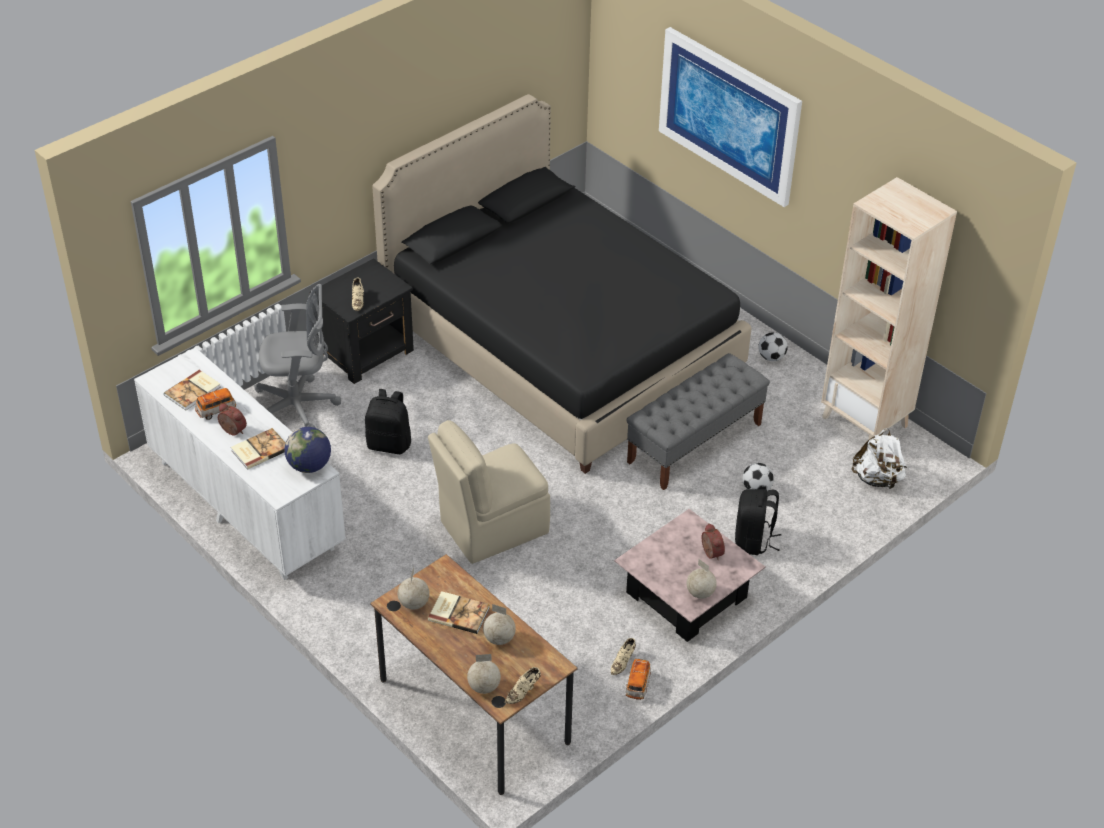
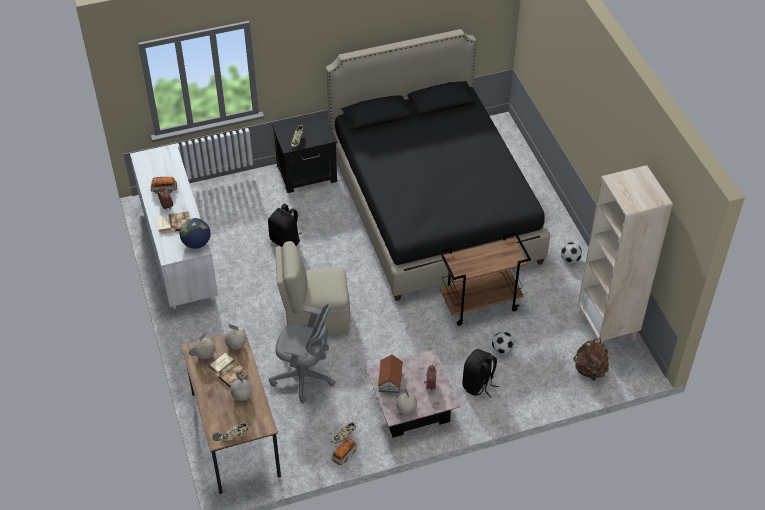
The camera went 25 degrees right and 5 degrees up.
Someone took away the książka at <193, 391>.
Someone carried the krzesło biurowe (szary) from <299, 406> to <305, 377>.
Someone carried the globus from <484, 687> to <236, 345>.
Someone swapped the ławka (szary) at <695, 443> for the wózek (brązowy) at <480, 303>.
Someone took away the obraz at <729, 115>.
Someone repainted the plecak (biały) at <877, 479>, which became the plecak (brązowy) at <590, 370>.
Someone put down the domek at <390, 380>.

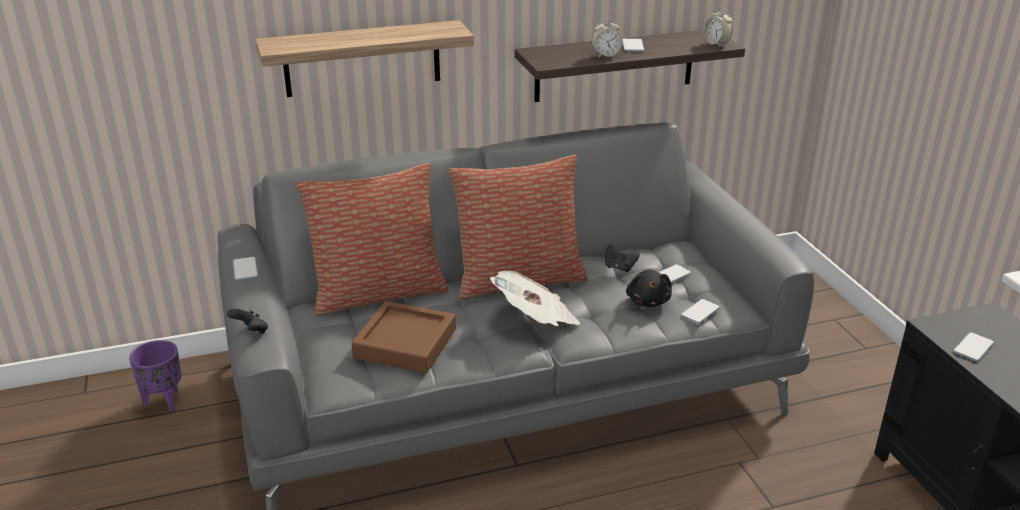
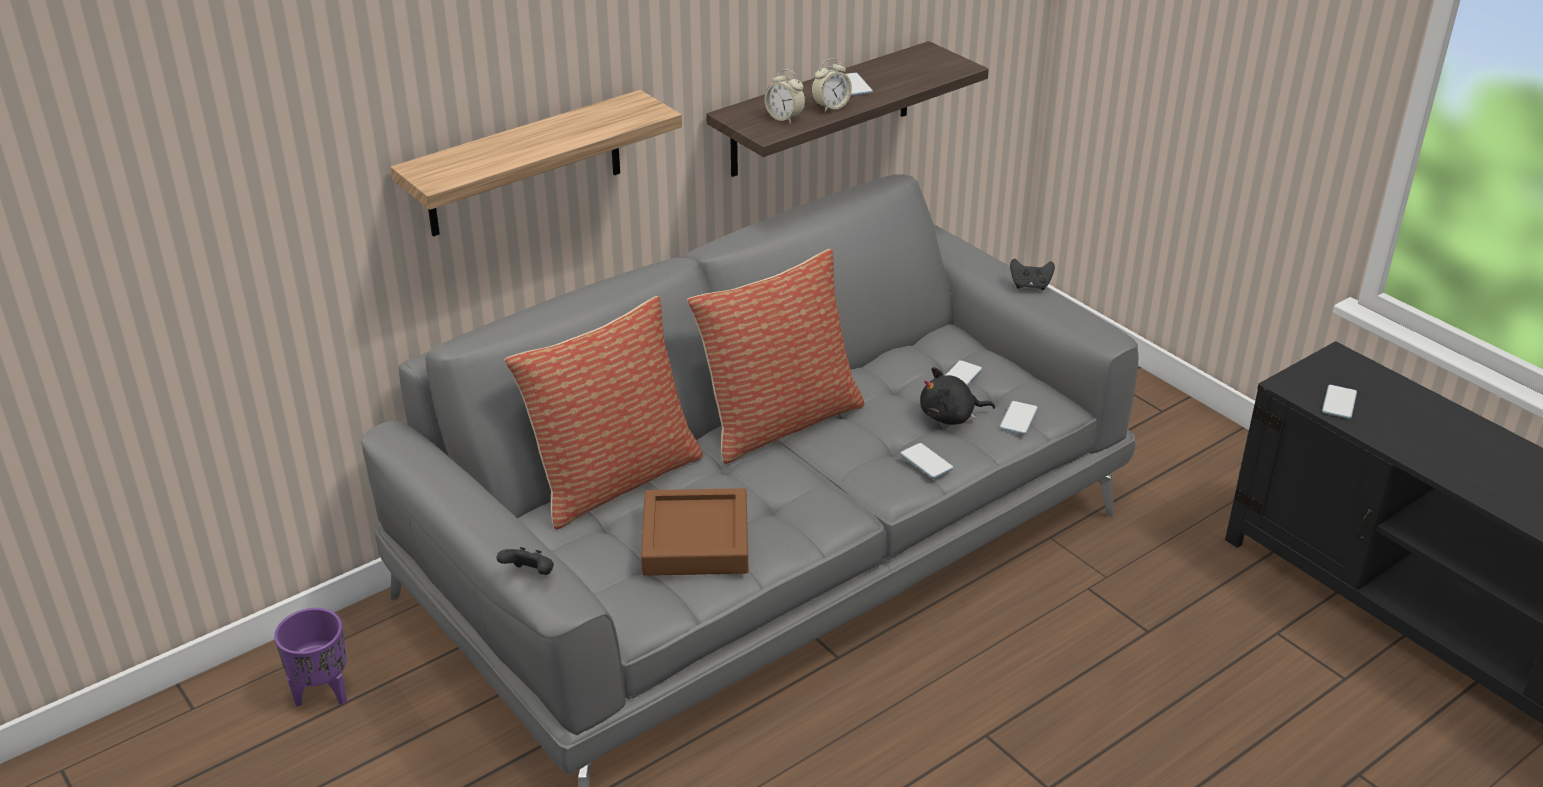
The camera went 20 degrees left and 5 degrees up.
Someone carried the telefon from <245, 269> to <926, 462>.
Someone took away the gazeta at <535, 319>.
Someone carried the pad do gier (czarny) from <619, 268> to <1030, 286>.
Someone rotated the pluszak (czarny) at <648, 301> by 105 degrees clockwise.
Someone carried the budzik from <716, 44> to <785, 118>.

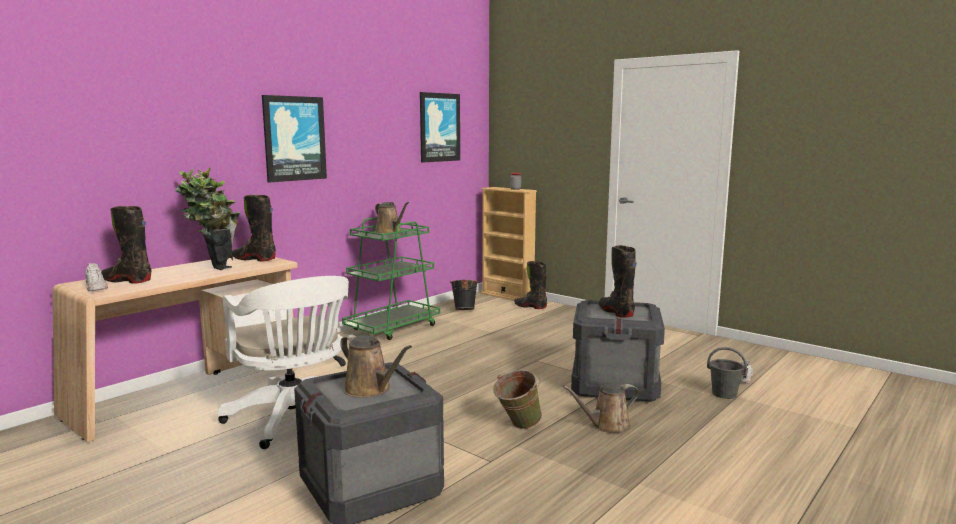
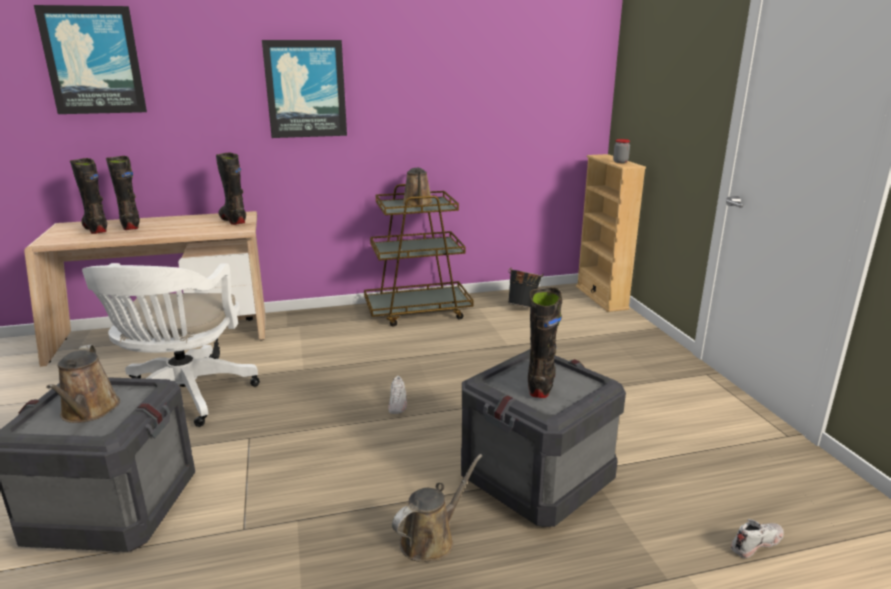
The camera went 35 degrees right and 10 degrees up.
Someone carried the but (biały) from <96, 288> to <398, 404>.
Someone took away the roślina doniczkowa at <214, 266>.
Someone repainted the wózek (zielony) at <393, 328>, which became the wózek (brązowy) at <418, 311>.
Someone carried the obraz from <439, 127> to <93, 60>.
Someone took away the wiadro (zielony) at <517, 426>.
Someone carried the but z cholewką (czarny) from <530, 306> to <131, 225>.
Someone rotated the konewka (brązowy) at <607, 425> by 120 degrees clockwise.
Someone took away the wiadro (szary) at <724, 394>.

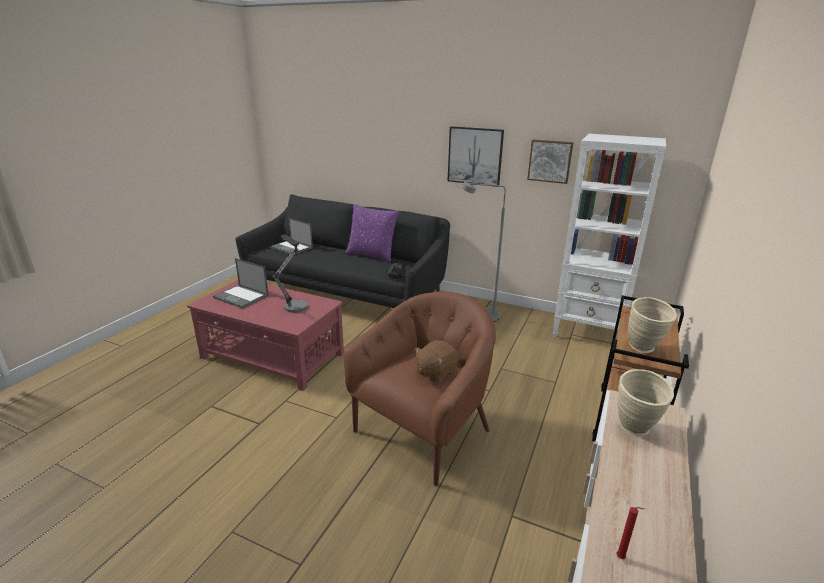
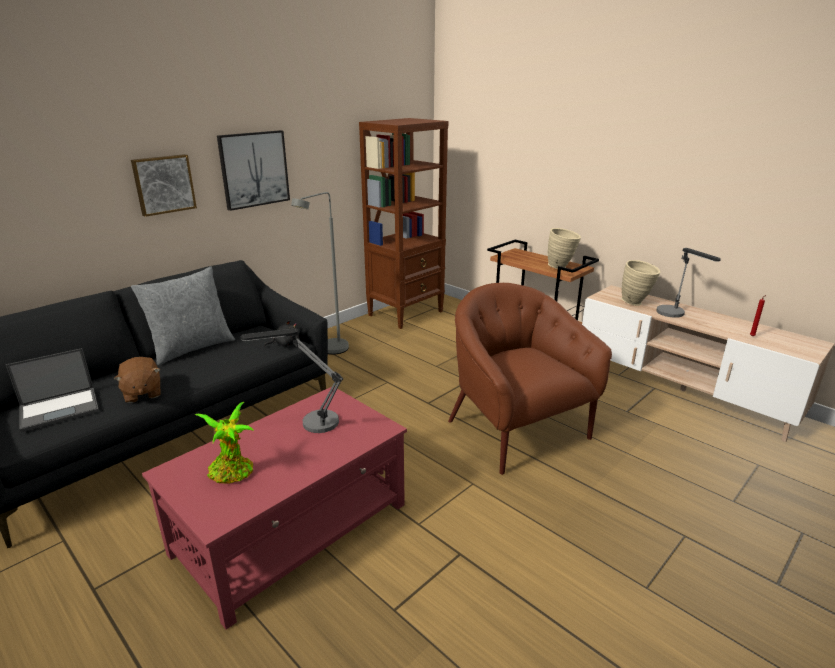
The camera went 70 degrees left and 0 degrees up.
Someone swapped the laptop at <241, 297> for the roślina doniczkowa at <233, 473>.
Someone repainted the poduszka (fioletowy) at <372, 255>, which became the poduszka (szary) at <192, 348>.
Someone carried the pluszak (brązowy) from <435, 372> to <142, 393>.
Someone carried the obraz from <550, 161> to <163, 184>.
Someone repainted the regał (biały) at <588, 333>, which became the regał (brązowy) at <406, 313>.
Someone put down the lampa stołowa at <675, 315>.

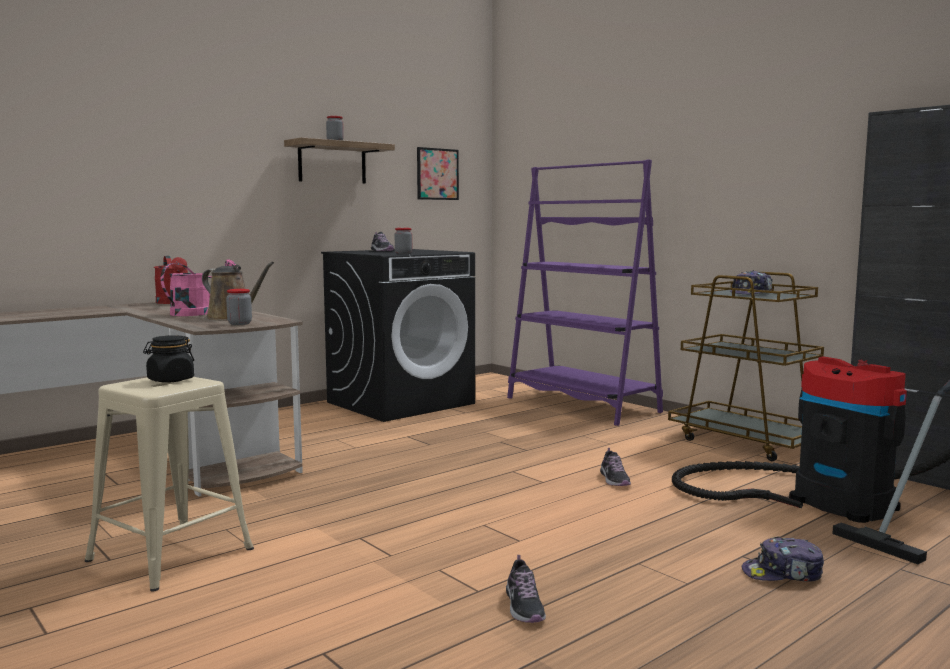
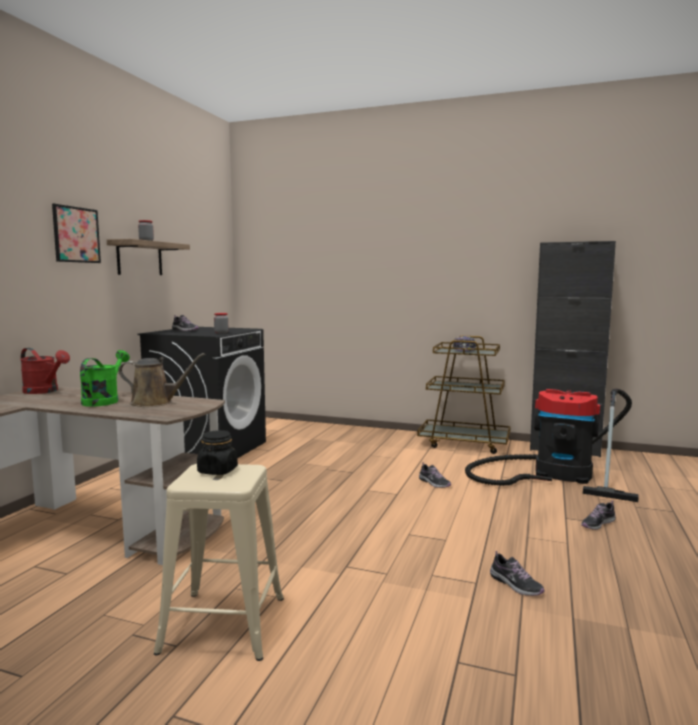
The camera went 30 degrees left and 0 degrees up.
Someone repainted the konewka (różowy) at <197, 313>, which became the konewka (zielony) at <104, 400>.
Someone took away the słoik at <239, 323>.
Someone carried the obraz from <437, 174> to <76, 234>.
Someone took away the regał (fioletowy) at <582, 405>.
Someone swapped the czapka z daszkiem at <783, 574> for the but at <597, 524>.

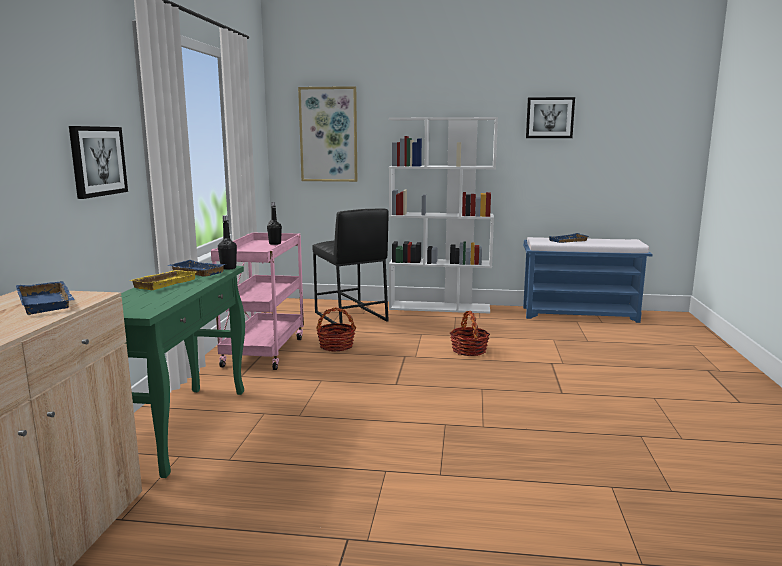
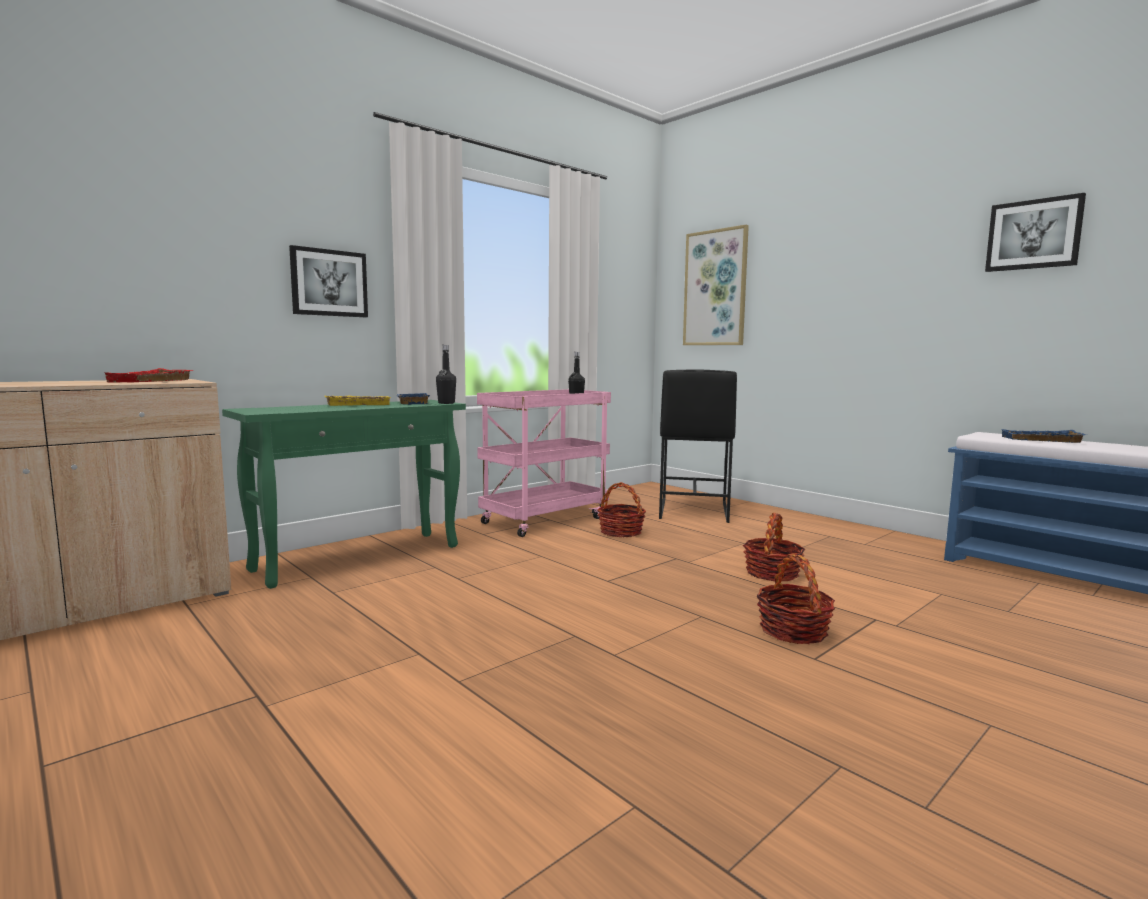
The camera went 40 degrees right and 5 degrees down.
Someone repainted the taca (niebieski) at <48, 303>, which became the taca (czerwony) at <152, 381>.
Someone took away the regał (biały) at <440, 307>.
Someone put down the koszyk at <793, 631>.

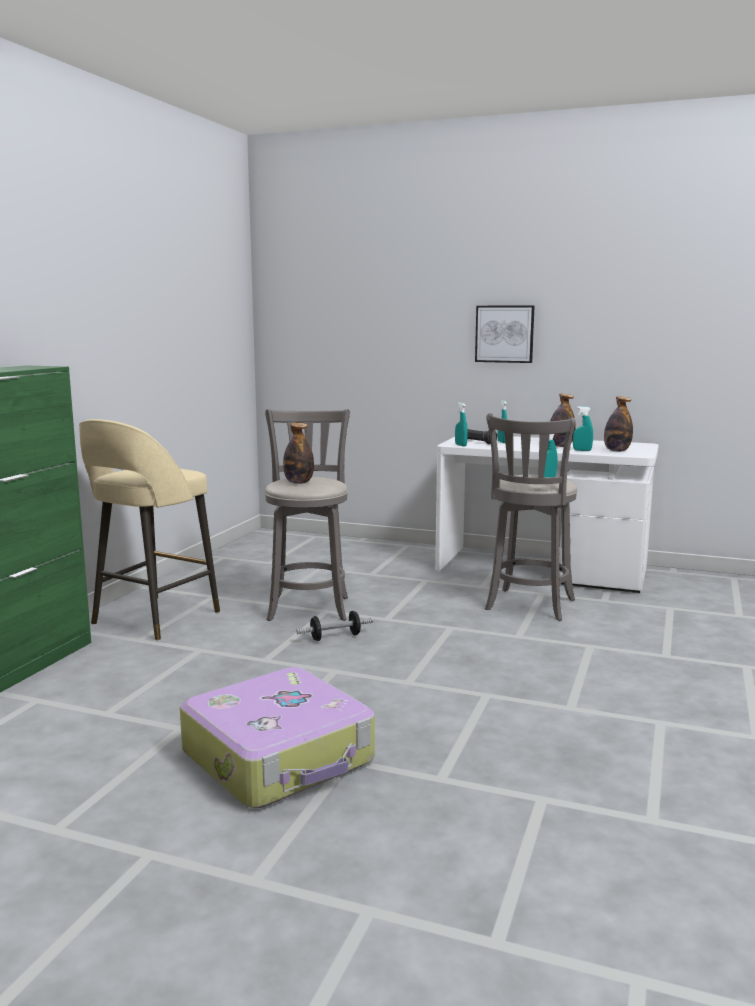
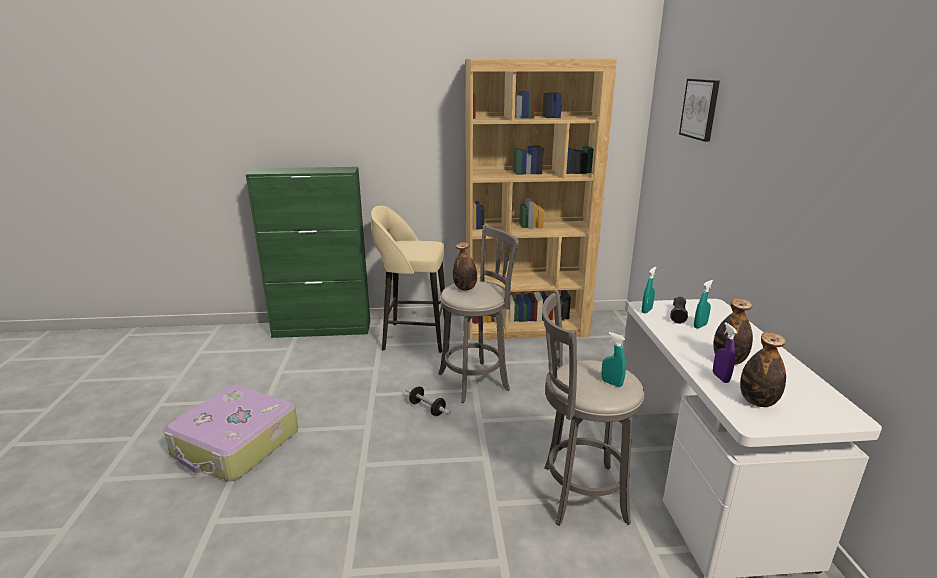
The camera went 65 degrees right and 10 degrees up.
Someone carried the obraz from <504, 334> to <700, 109>.
Someone repainted the spryskiwacz (turkusowy) at <582, 450>, which became the spryskiwacz (fioletowy) at <720, 377>.
Someone put down the regał (brązowy) at <526, 326>.

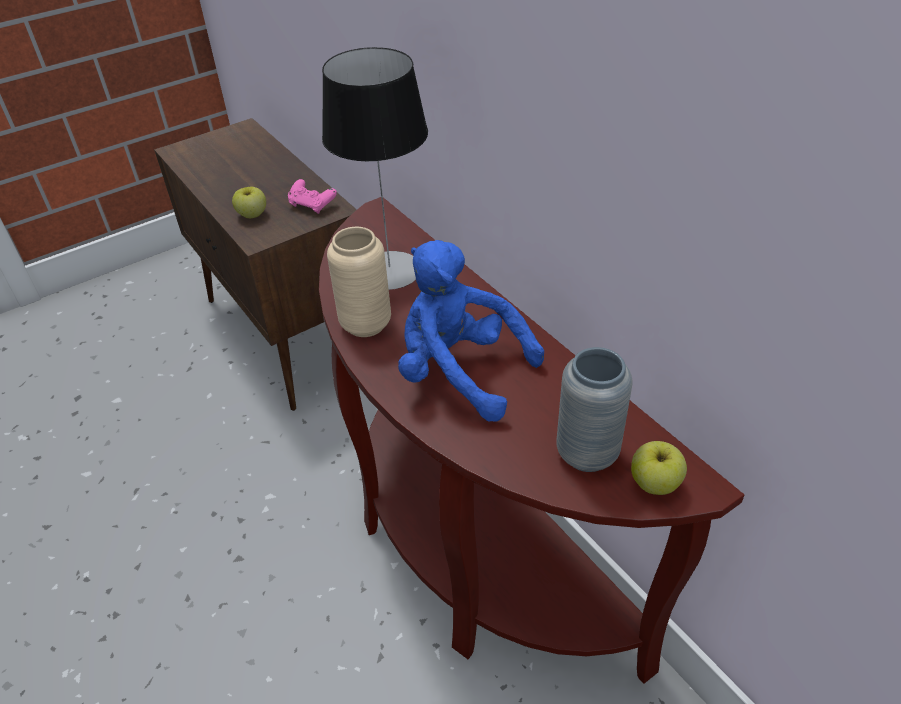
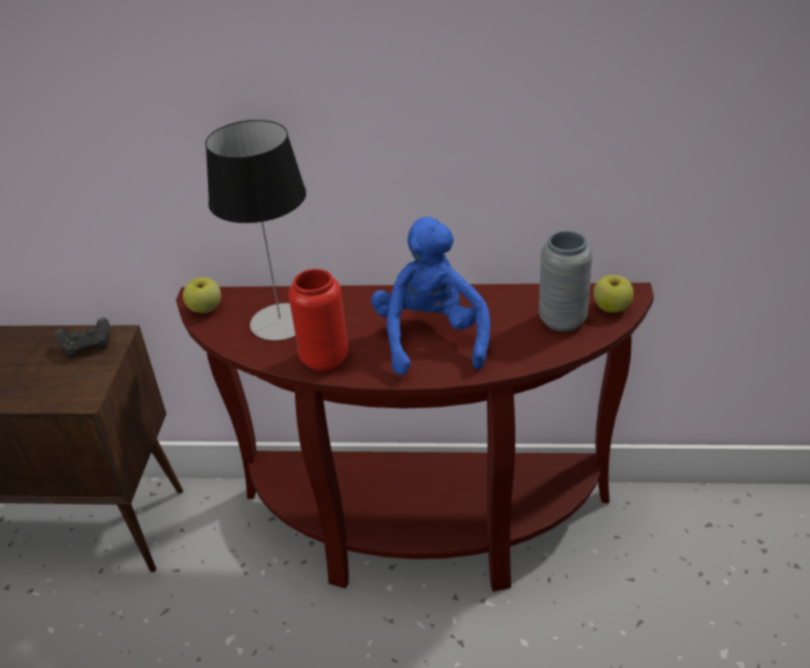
The camera went 50 degrees left and 5 degrees down.
Someone carried the jabłko from <252, 215> to <205, 309>.
Someone repainted the pad do gier (różowy) at <312, 205>, which became the pad do gier (czarny) at <87, 346>.
Someone repainted the wazon (beżowy) at <365, 324>, which became the wazon (czerwony) at <324, 359>.
Someone rotated the pluszak (niebieski) at <460, 372> by 105 degrees clockwise.

